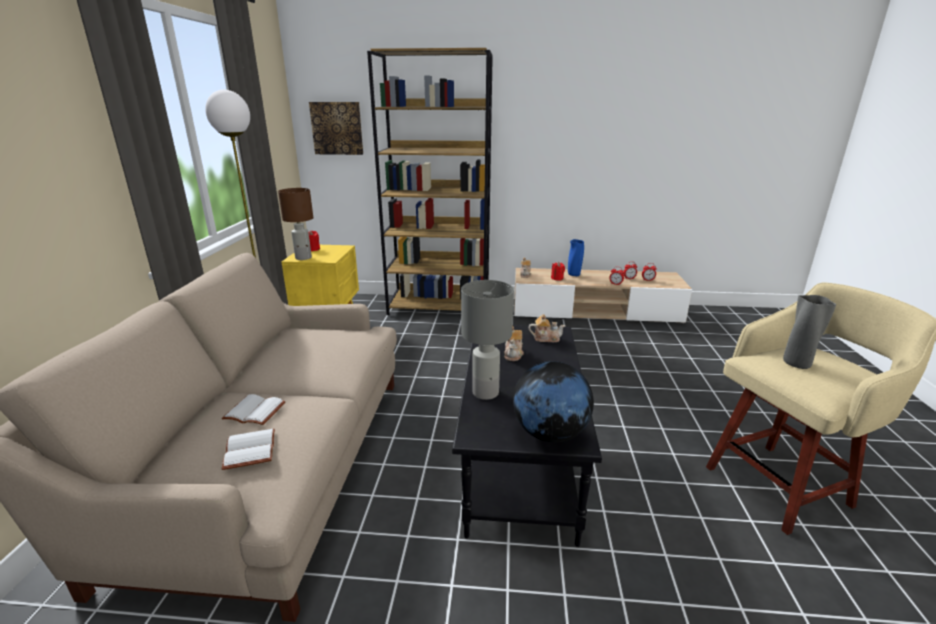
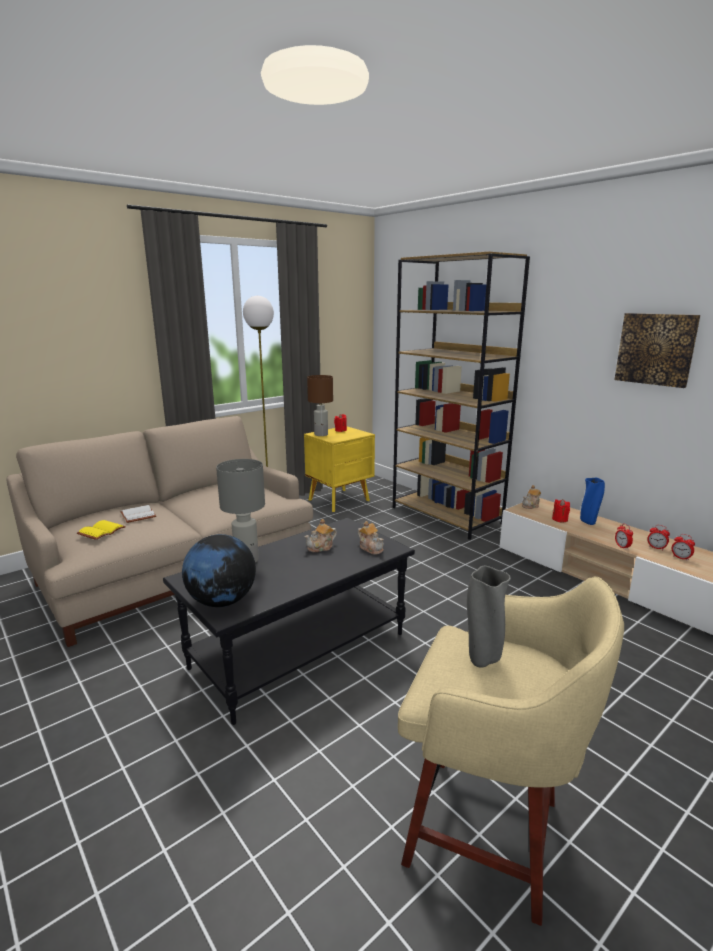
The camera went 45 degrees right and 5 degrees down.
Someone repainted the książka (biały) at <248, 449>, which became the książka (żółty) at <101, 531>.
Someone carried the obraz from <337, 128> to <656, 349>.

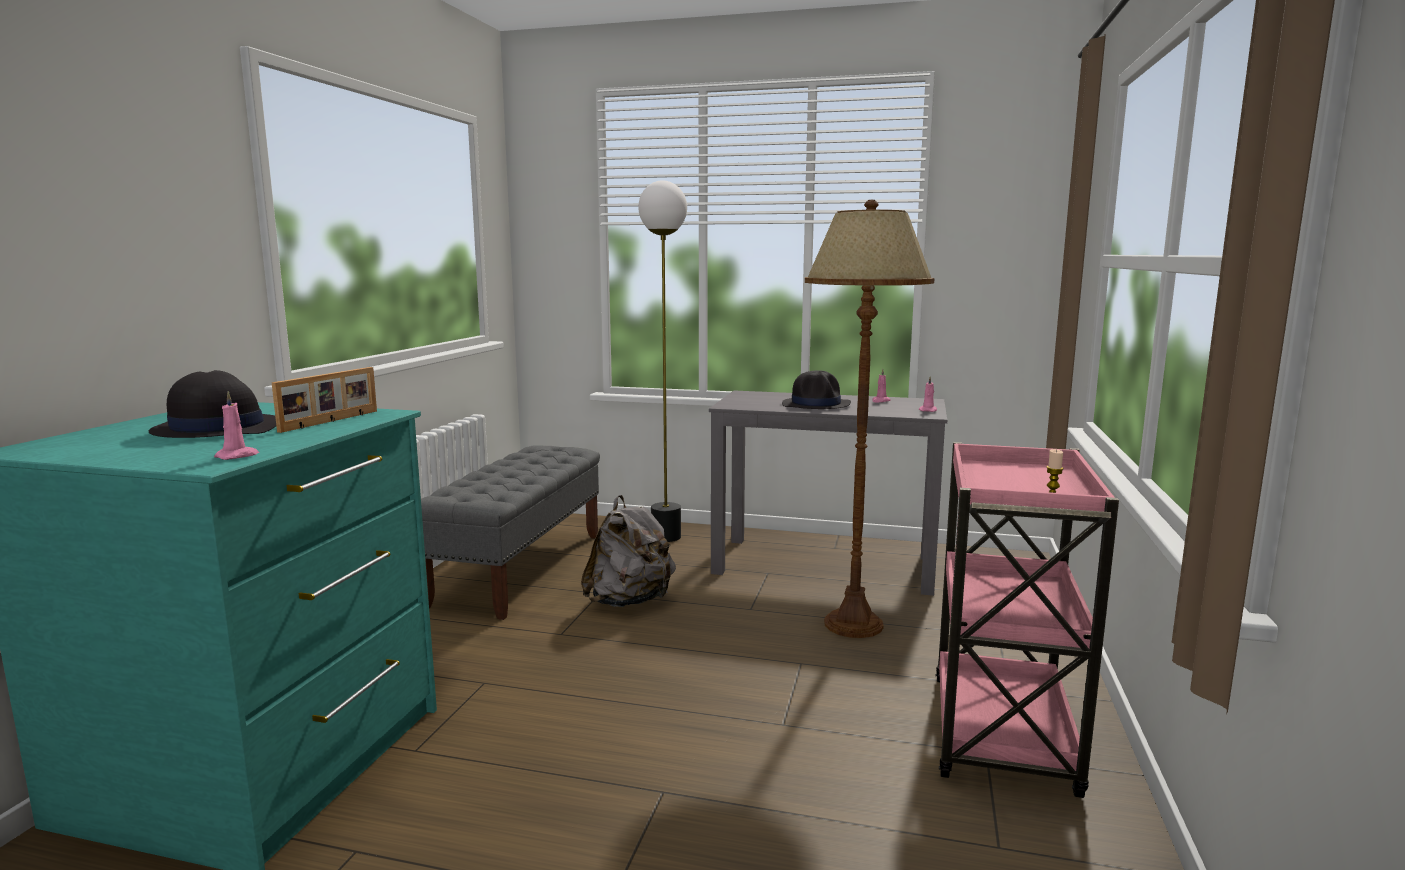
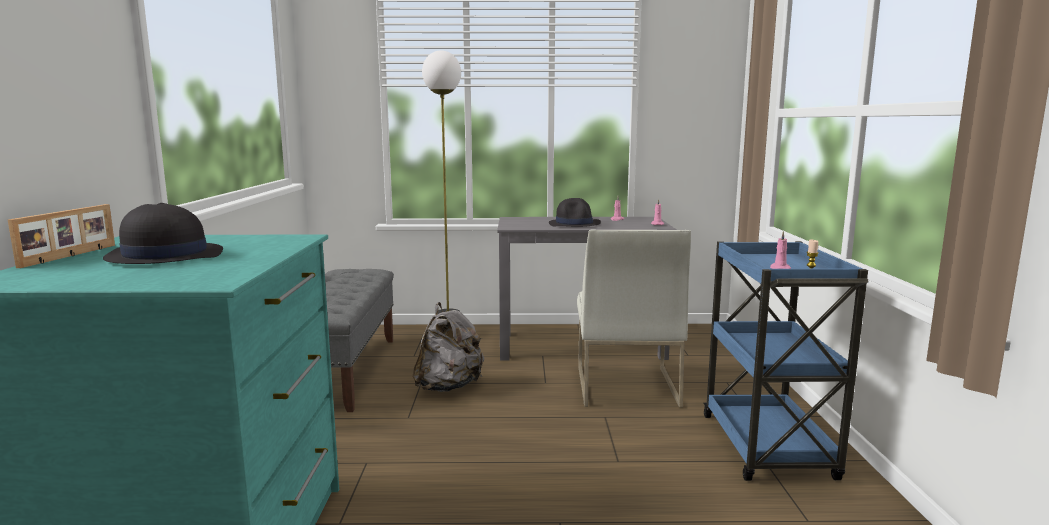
The camera went 15 degrees left and 0 degrees up.
Someone carried the świeca (różowy) from <238, 456> to <780, 268>.
Someone carried the ramka na zdjęcie from <331, 421> to <71, 256>.
Someone swapped the lampa stojąca (brązowy) at <852, 624> for the krzesło (biały) at <625, 385>.
Someone repainted the wózek (różowy) at <1002, 736>, which became the wózek (niebieski) at <767, 448>.

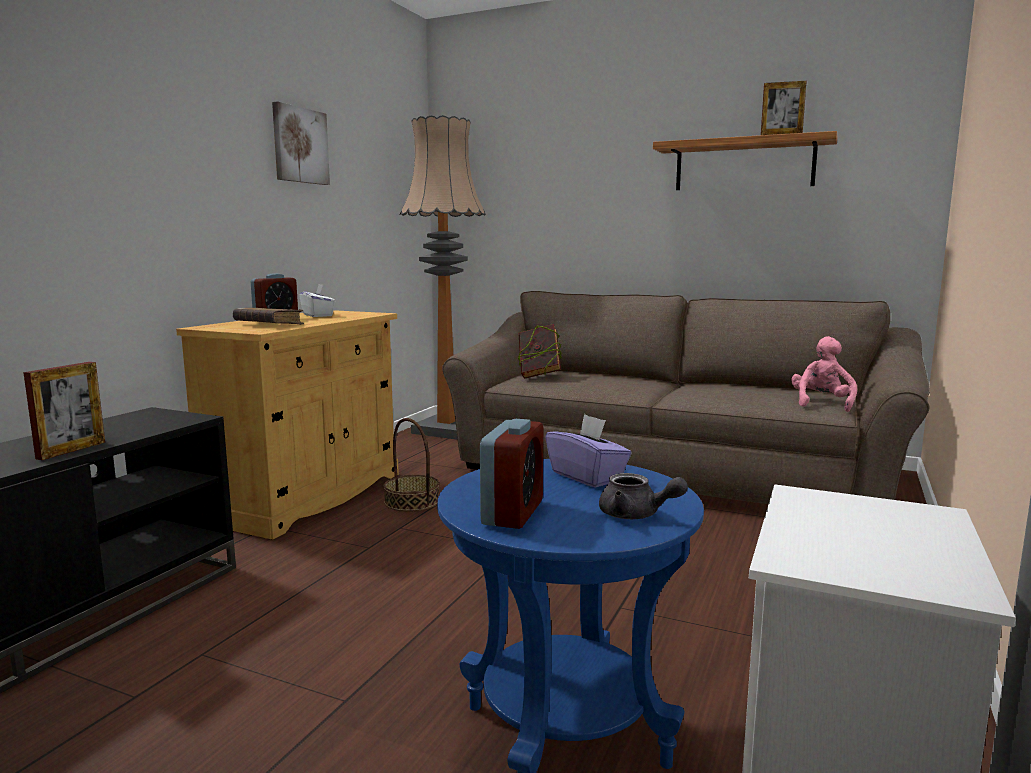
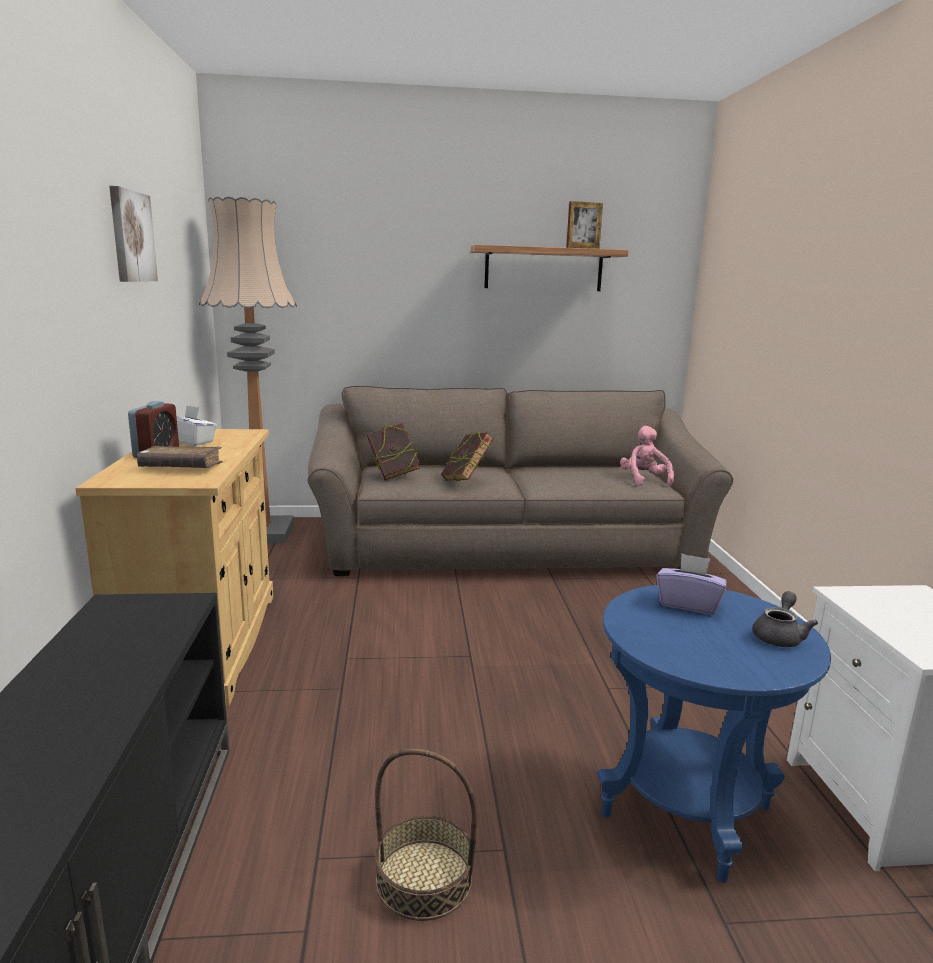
The camera went 30 degrees left and 5 degrees up.
Someone took away the ramka na zdjęcie at <71, 450>.
Someone carried the koszyk from <412, 501> to <424, 878>.
Someone took away the budzik at <513, 513>.
Someone rotated the imbryk (szary) at <636, 515> by 60 degrees counterclockwise.
Someone put down the książka at <466, 481>.

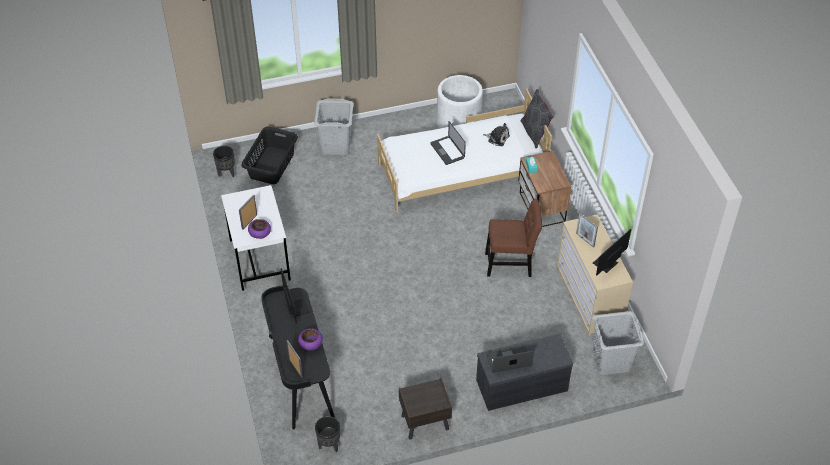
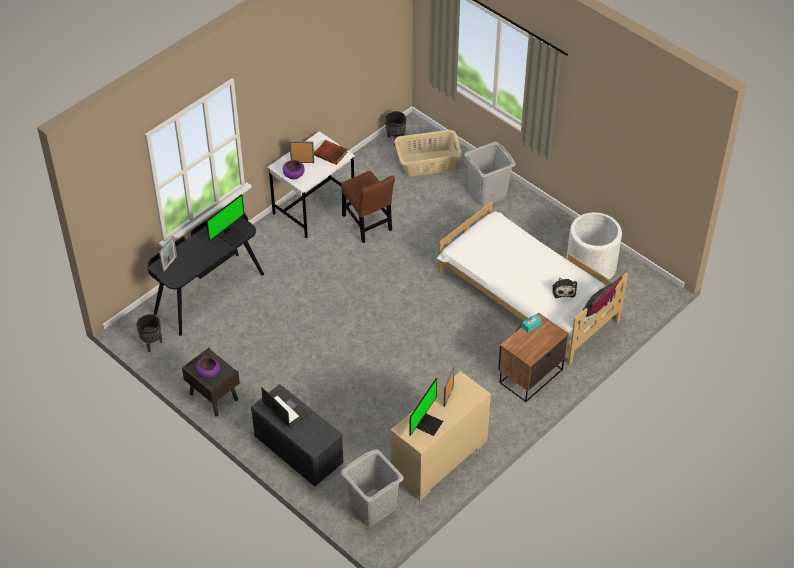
The camera went 60 degrees right and 0 degrees up.
Someone repainted the kosz na pranie (czarny) at <271, 165>, which became the kosz na pranie (beżowy) at <427, 163>.
Someone carried the miska (fioletowy) from <310, 344> to <208, 372>.
Someone took away the laptop at <447, 151>.
Someone carried the krzesło (brązowy) from <511, 264> to <368, 225>.
Someone rotated the monitor at <606, 264> by 105 degrees clockwise.
Someone put down the książka at <331, 153>.

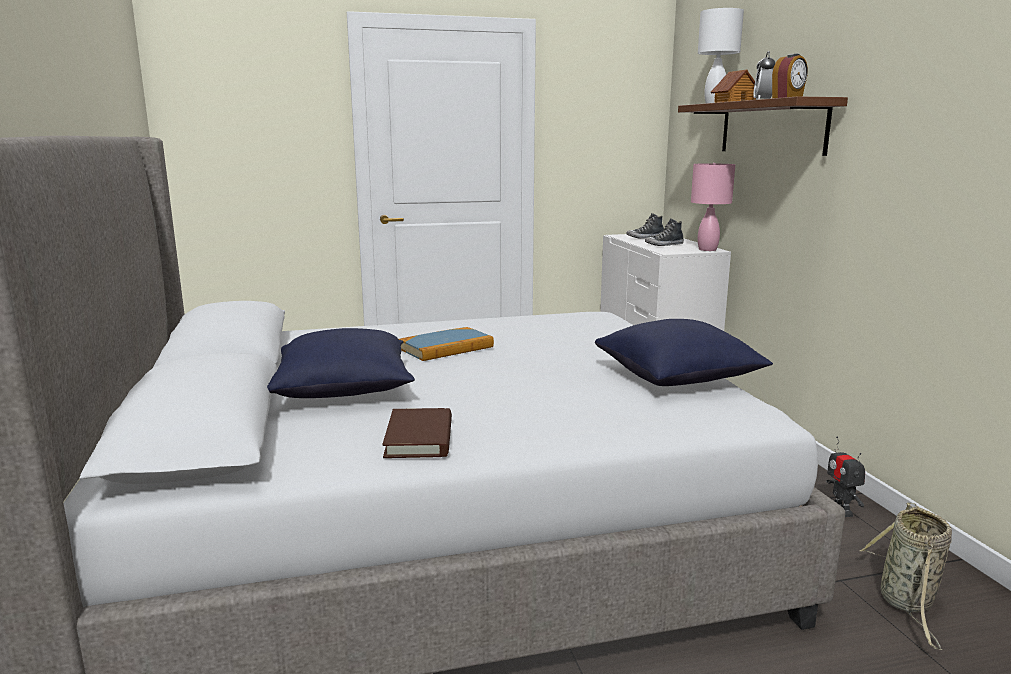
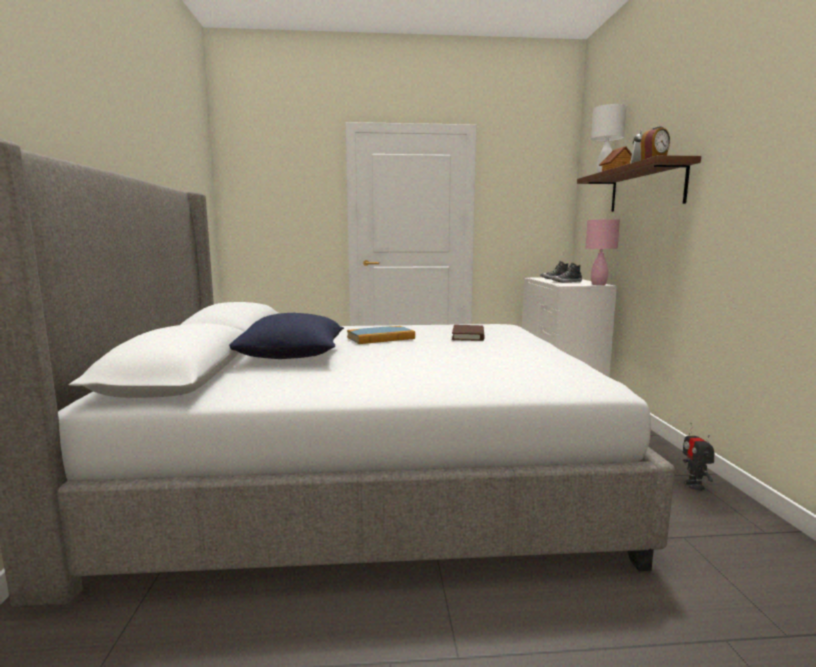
The camera went 10 degrees right and 5 degrees down.
Someone carried the książka (brązowy) from <419, 438> to <468, 336>.
Someone took away the poduszka (niebieski) at <677, 378>.
Someone took away the koszyk at <907, 603>.

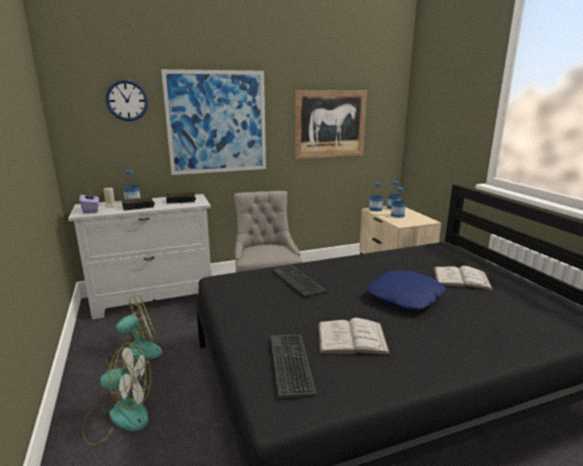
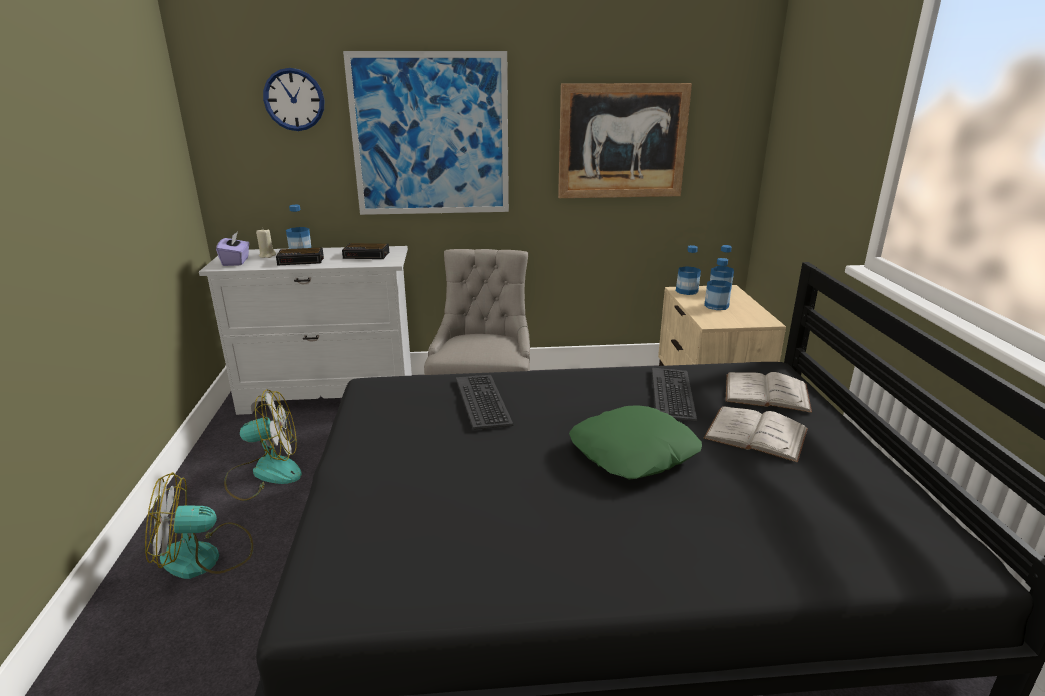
The camera went 15 degrees right and 5 degrees up.
Someone rotated the wentylator at <119, 416> by 150 degrees clockwise.
Someone carried the klawiatura from <292, 364> to <673, 394>.
Someone carried the książka (biały) from <352, 338> to <766, 392>.
Someone repainted the poduszka (niebieski) at <406, 297>, which became the poduszka (zielony) at <634, 453>.

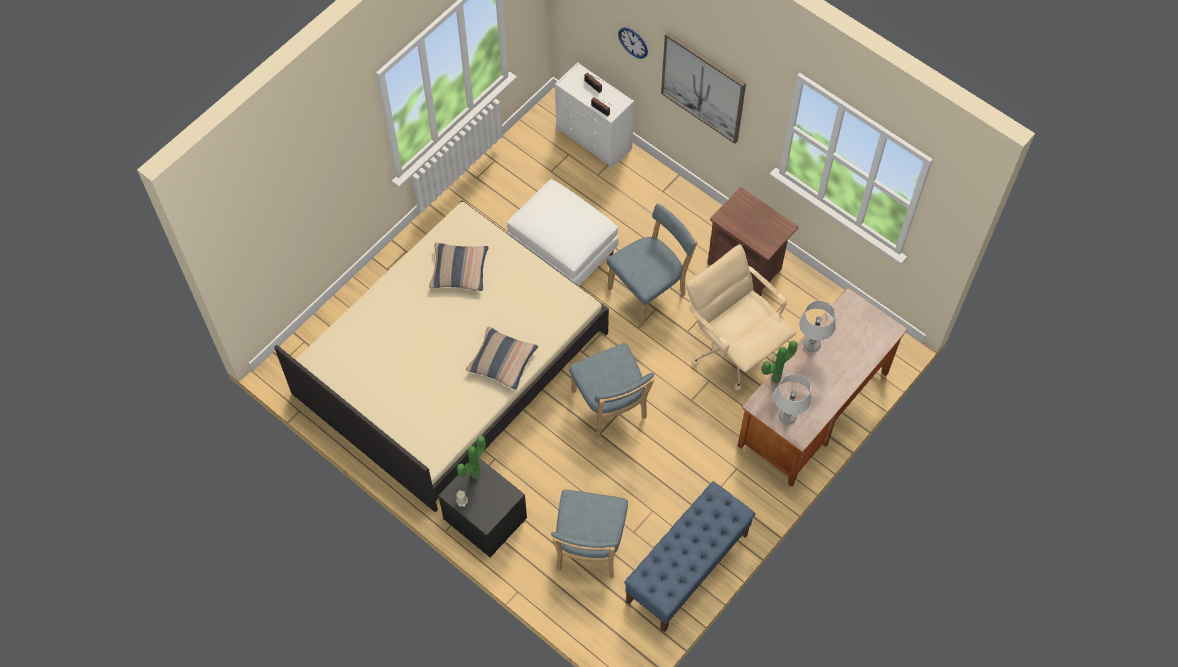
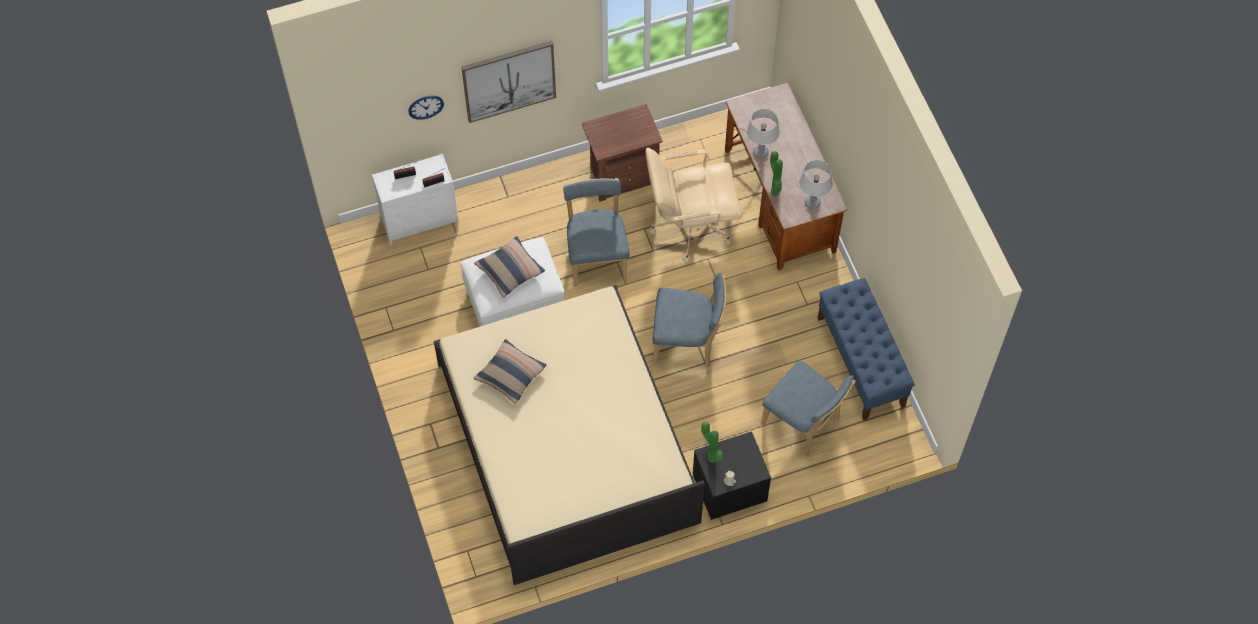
The camera went 60 degrees left and 0 degrees up.
Someone carried the poduszka from <502, 361> to <510, 270>.

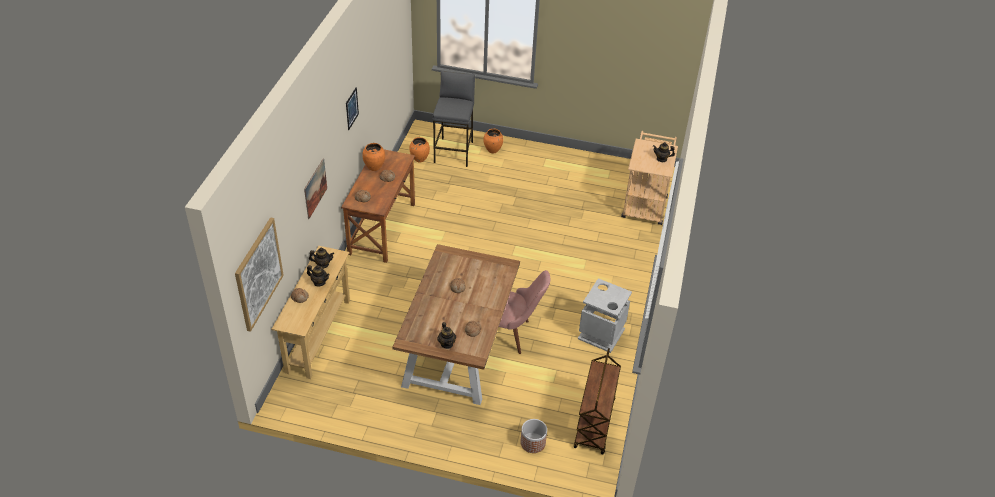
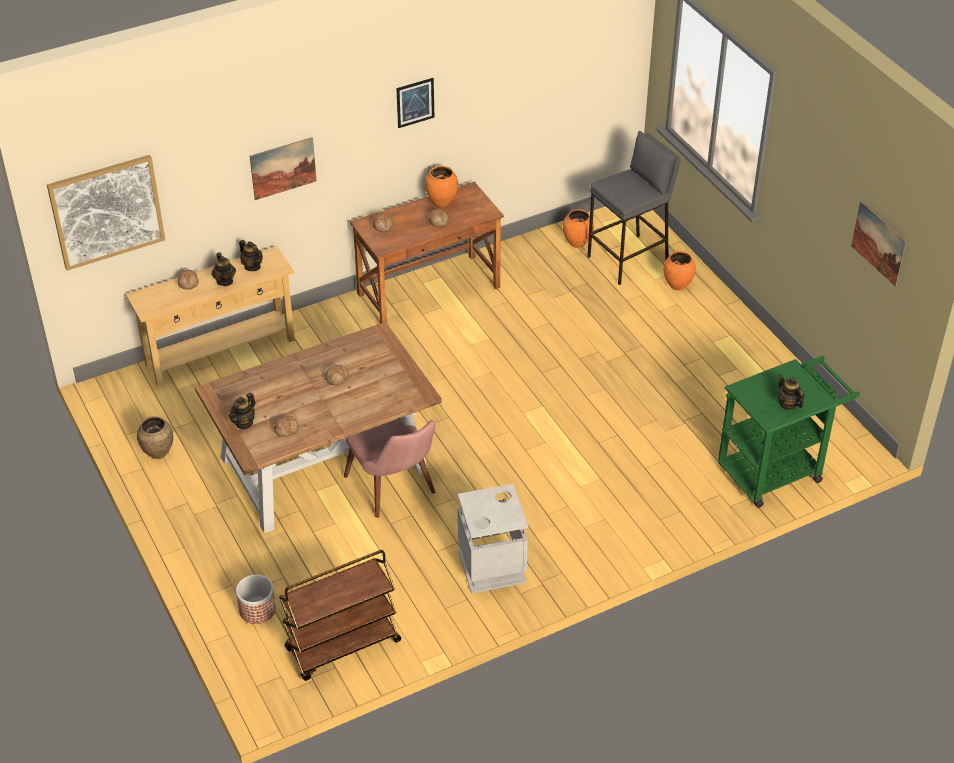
The camera went 50 degrees right and 0 degrees up.
Someone repainted the wózek (beżowy) at <645, 203>, which became the wózek (zielony) at <777, 469>.
Someone put down the wazon (brązowy) at <158, 453>.
Someone put up the obraz at <879, 243>.

